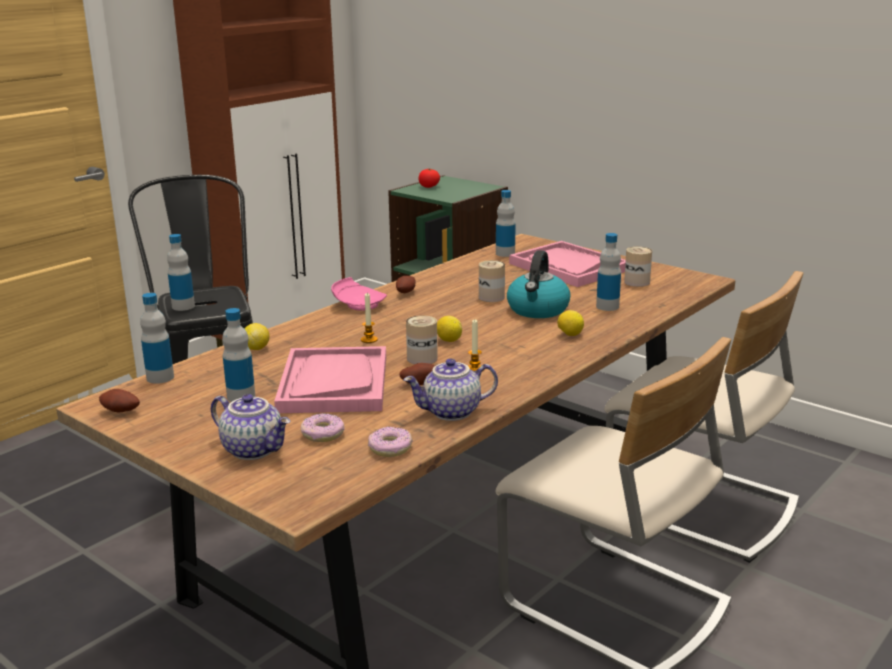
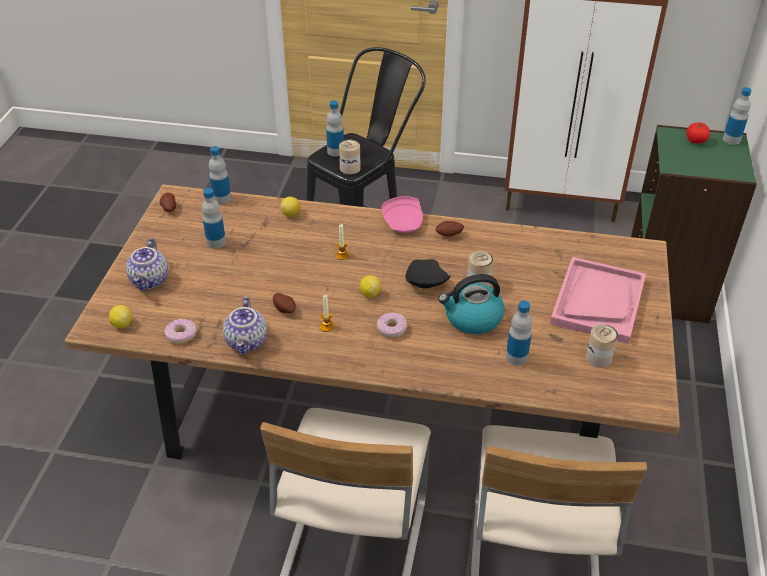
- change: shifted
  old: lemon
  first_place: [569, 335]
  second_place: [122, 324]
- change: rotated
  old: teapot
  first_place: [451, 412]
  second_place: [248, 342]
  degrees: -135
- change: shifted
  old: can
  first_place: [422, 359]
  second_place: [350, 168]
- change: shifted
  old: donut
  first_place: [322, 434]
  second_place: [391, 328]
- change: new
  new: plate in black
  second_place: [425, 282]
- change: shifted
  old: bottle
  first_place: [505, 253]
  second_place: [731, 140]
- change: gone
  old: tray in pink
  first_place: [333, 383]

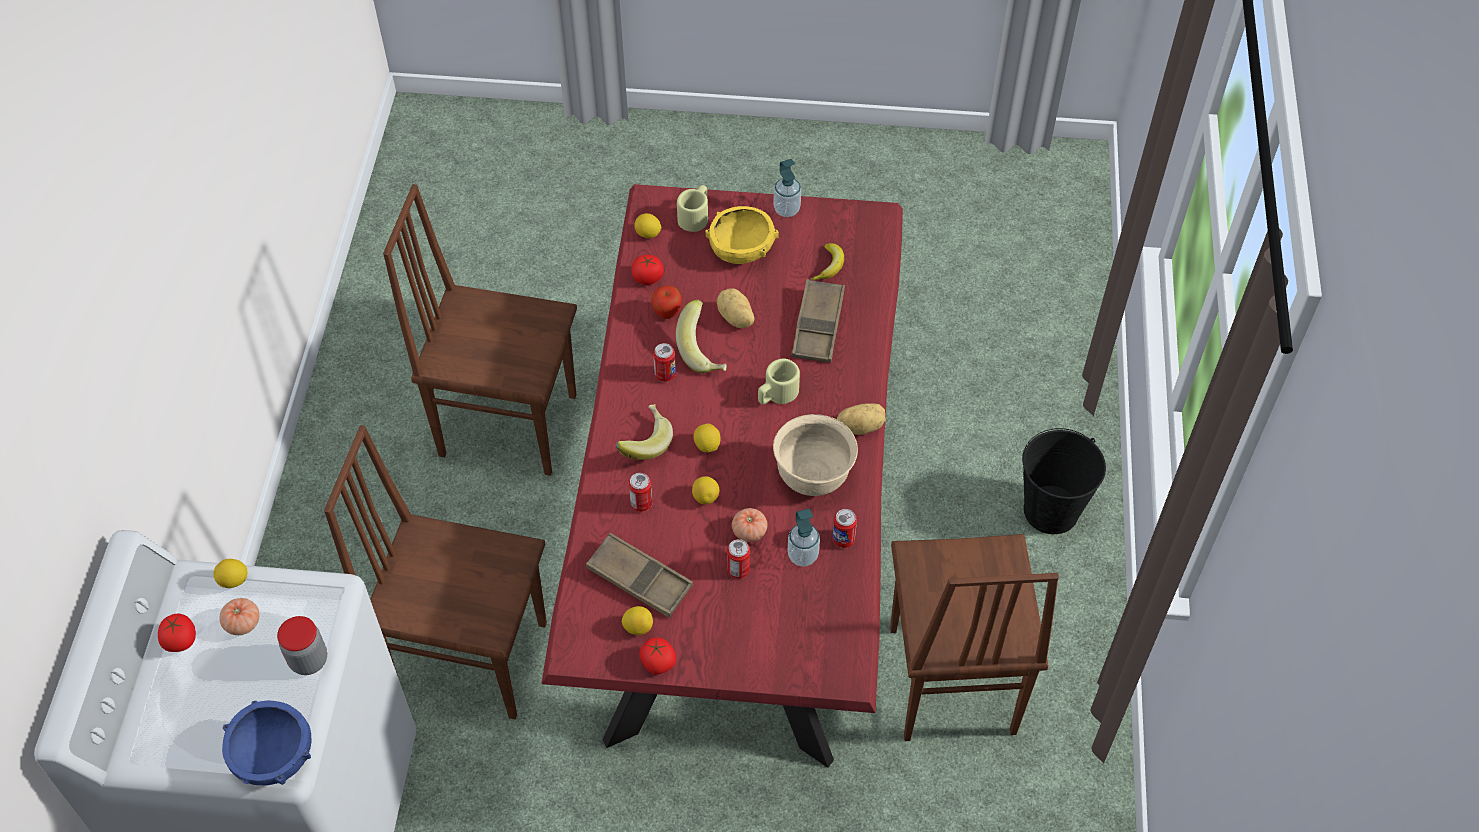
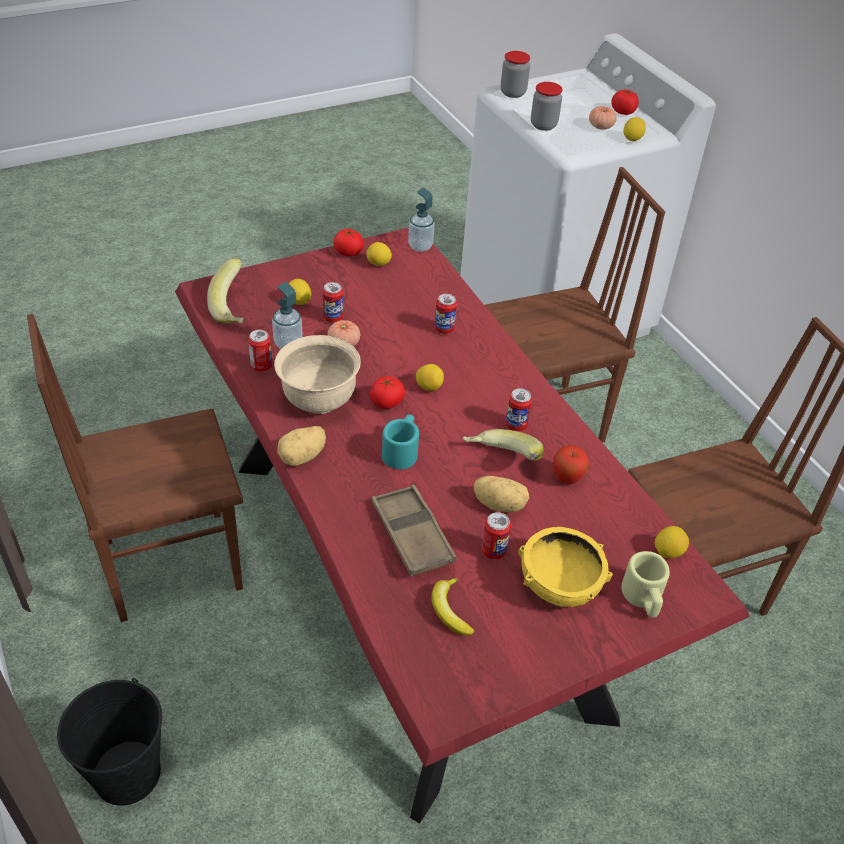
- change: rotated
  old: chair in brown
  first_place: [949, 681]
  second_place: [170, 563]
  degrees: -75
- change: shifted
  old: banana
  first_place: [643, 442]
  second_place: [235, 309]
- change: shifted
  old: lemon
  first_place: [705, 497]
  second_place: [299, 302]
- change: shifted
  old: tomato
  first_place: [648, 278]
  second_place: [386, 402]
- change: repainted
  old: mug in beige
  new: mug in turquoise
  first_place: [776, 394]
  second_place: [402, 451]
- change: shifted
  old: soap dispenser
  first_place: [786, 209]
  second_place: [420, 246]
- change: new
  new: can
  second_place: [493, 551]
- change: swapped
  old: bowl in blue
  new: jar
  first_place: [273, 755]
  second_place: [513, 93]
- change: gone
  old: tray in brown
  first_place: [639, 579]

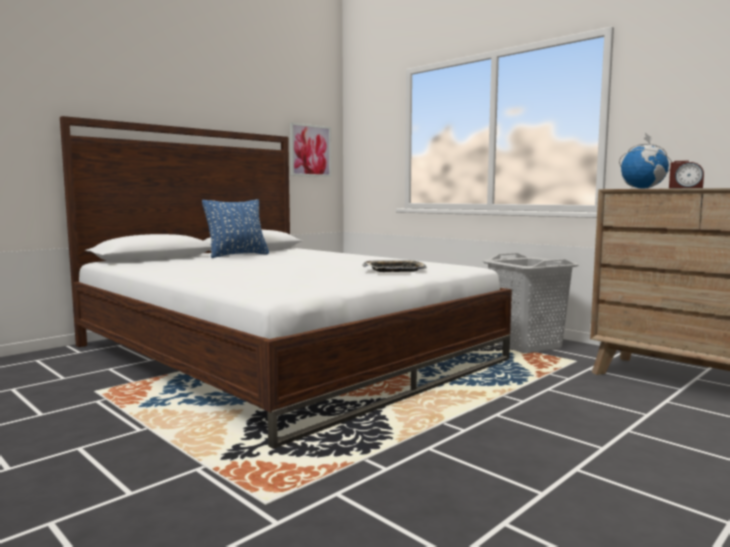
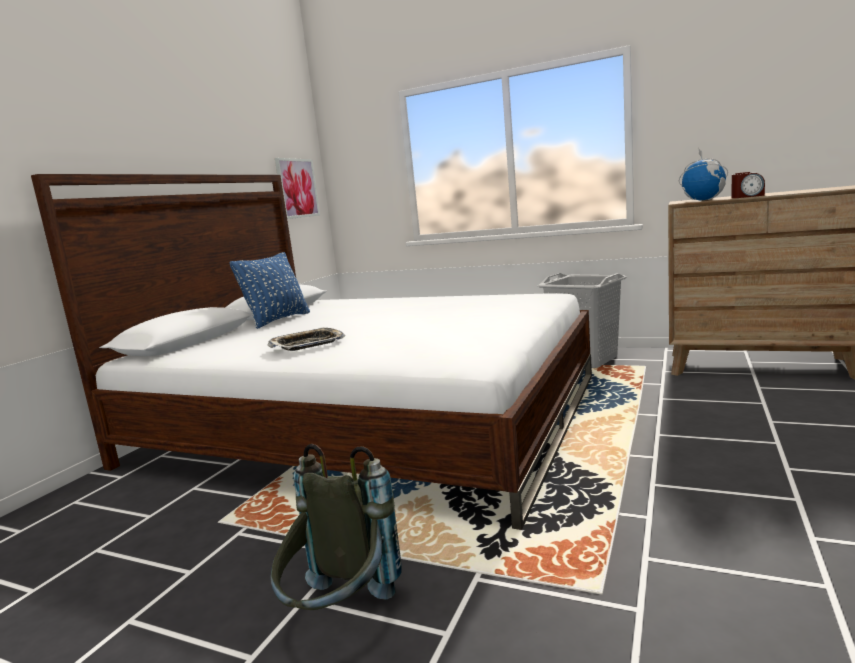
- change: shifted
  old: tray
  first_place: [394, 270]
  second_place: [307, 344]
- change: new
  new: backpack in grey
  second_place: [340, 614]

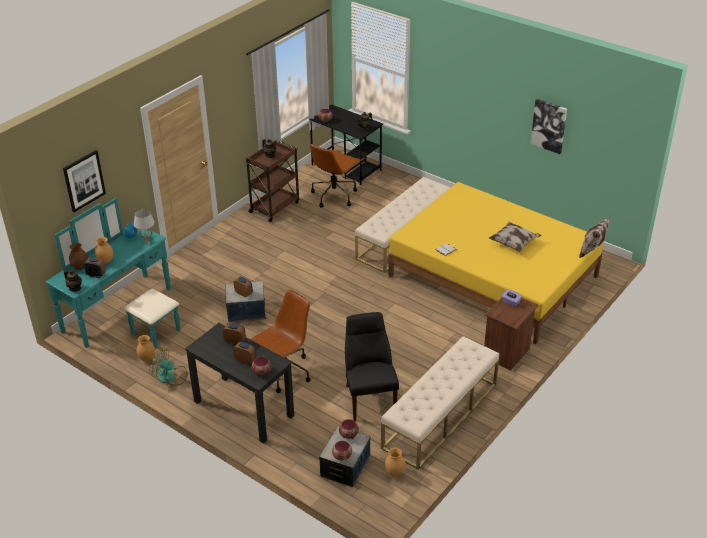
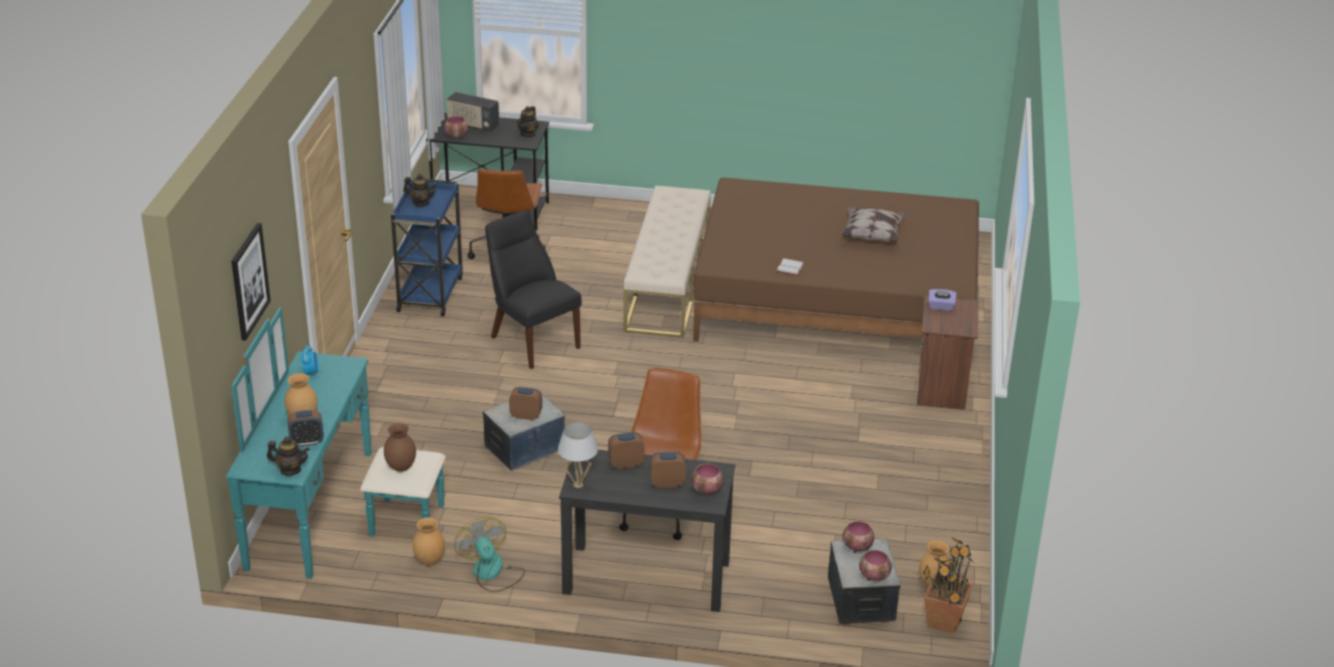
- change: shifted
  old: vase in brown
  first_place: [80, 267]
  second_place: [400, 468]
- change: repainted
  old: cart in brown
  new: cart in blue
  first_place: [275, 207]
  second_place: [430, 293]
- change: new
  new: radio
  second_place: [473, 125]
- change: rotated
  old: fan
  first_place: [170, 377]
  second_place: [492, 573]
  degrees: 75
- change: shifted
  old: chair in black
  first_place: [369, 397]
  second_place: [532, 341]
- change: shifted
  old: table lamp in white
  first_place: [147, 242]
  second_place: [578, 485]
- change: repainted
  old: bed in yellow
  new: bed in brown
  first_place: [493, 276]
  second_place: [836, 300]
- change: new
  new: potted plant
  second_place: [943, 621]
- change: gone
  old: bench in beige
  first_place: [440, 416]
- change: gone
  old: picture
  first_place: [549, 126]
- change: gone
  old: pillow
  first_place: [592, 250]

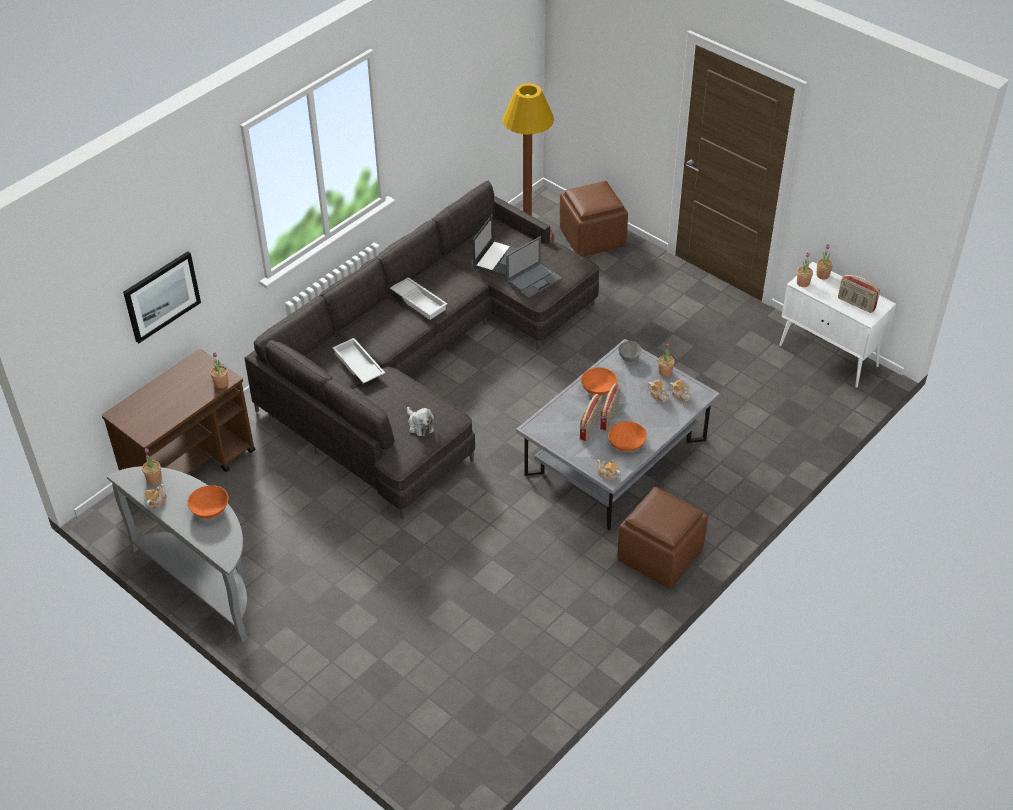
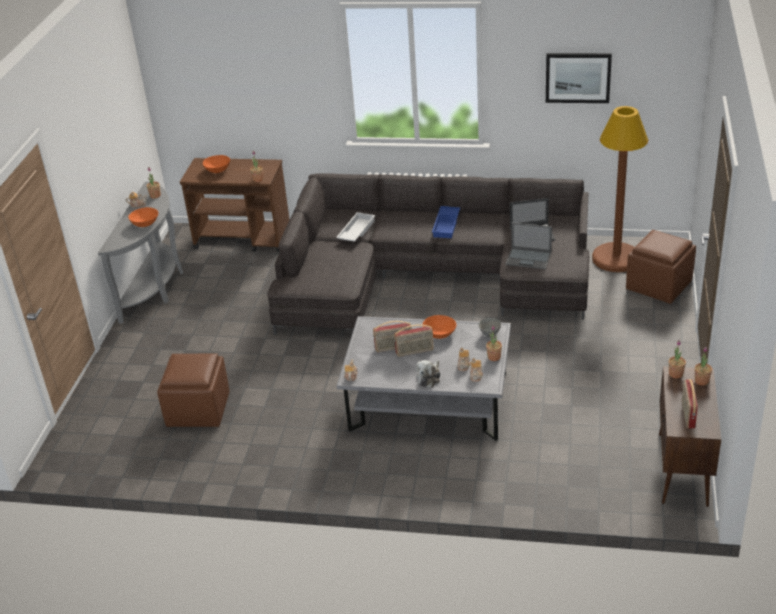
- change: shifted
  old: ottoman in brown
  first_place: [659, 556]
  second_place: [198, 409]
- change: shifted
  old: bowl in orange
  first_place: [627, 443]
  second_place: [218, 170]
- change: shifted
  old: plush toy
  first_place: [419, 425]
  second_place: [429, 378]
- change: repainted
  old: tray in white
  new: tray in blue
  first_place: [419, 301]
  second_place: [447, 225]
- change: shifted
  old: picture
  first_place: [161, 296]
  second_place: [578, 77]
- change: repainted
  old: cabinet in white
  new: cabinet in brown
  first_place: [829, 356]
  second_place: [683, 470]

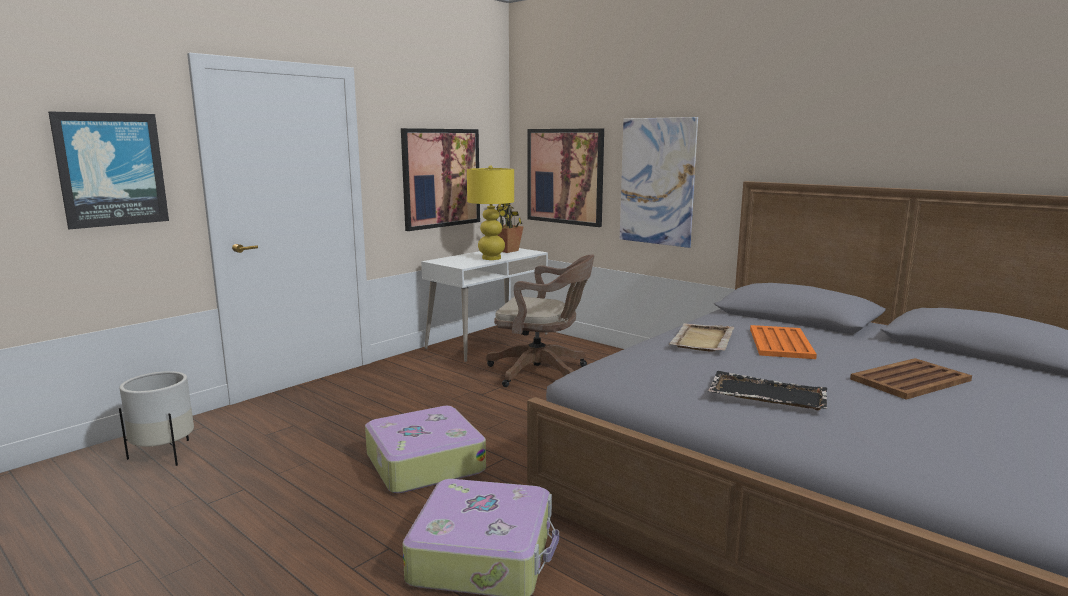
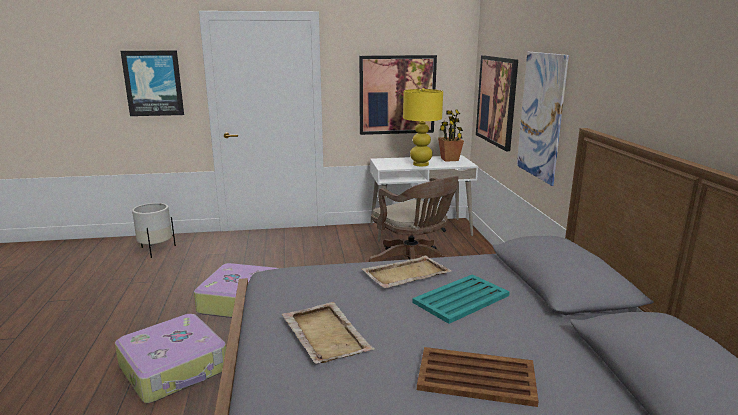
- change: repainted
  old: tray in black
  new: tray in beige
  first_place: [766, 394]
  second_place: [325, 334]
- change: repainted
  old: tray in orange
  new: tray in turquoise
  first_place: [780, 343]
  second_place: [460, 299]

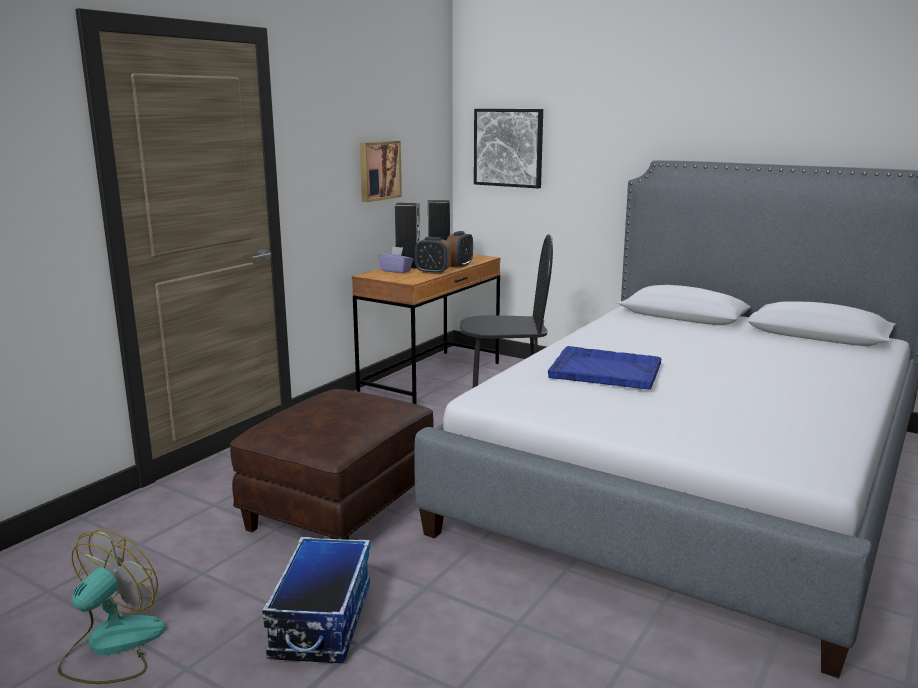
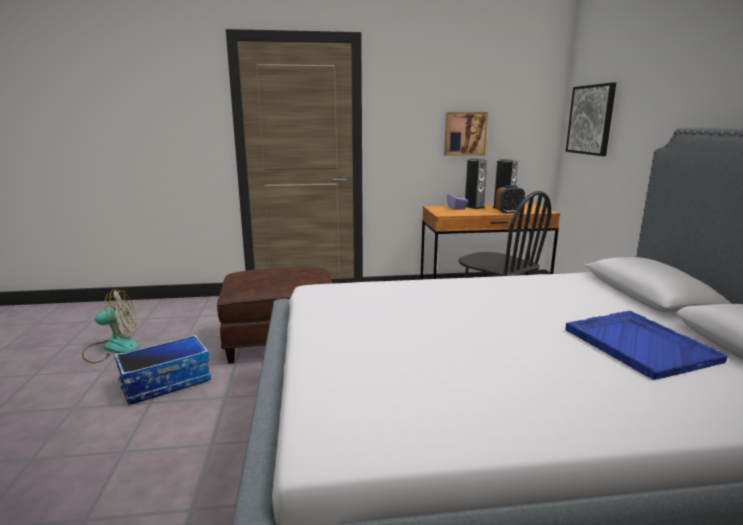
- change: shifted
  old: tray in blue
  first_place: [604, 370]
  second_place: [638, 344]
- change: gone
  old: alarm clock
  first_place: [433, 272]

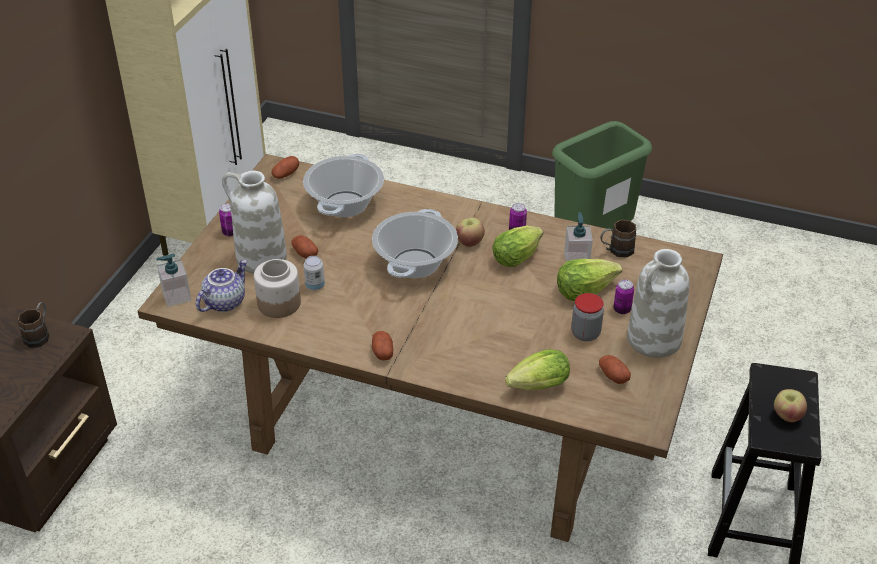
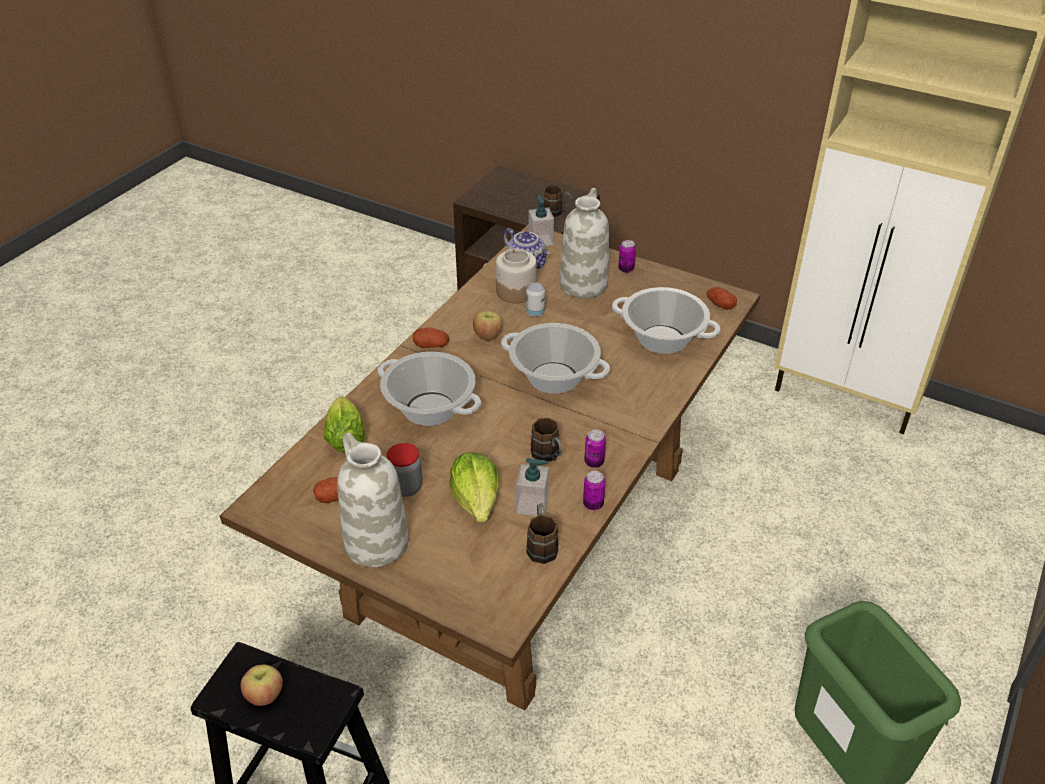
- change: new
  new: cooking pot
  second_place: [429, 409]
- change: shifted
  old: apple
  first_place: [469, 242]
  second_place: [488, 336]
- change: swapped
  old: lettuce
  new: mug in brown
  first_place: [518, 256]
  second_place: [548, 456]
- change: shifted
  old: can
  first_place: [622, 309]
  second_place: [593, 504]
- change: gone
  old: potato
  first_place: [305, 253]

